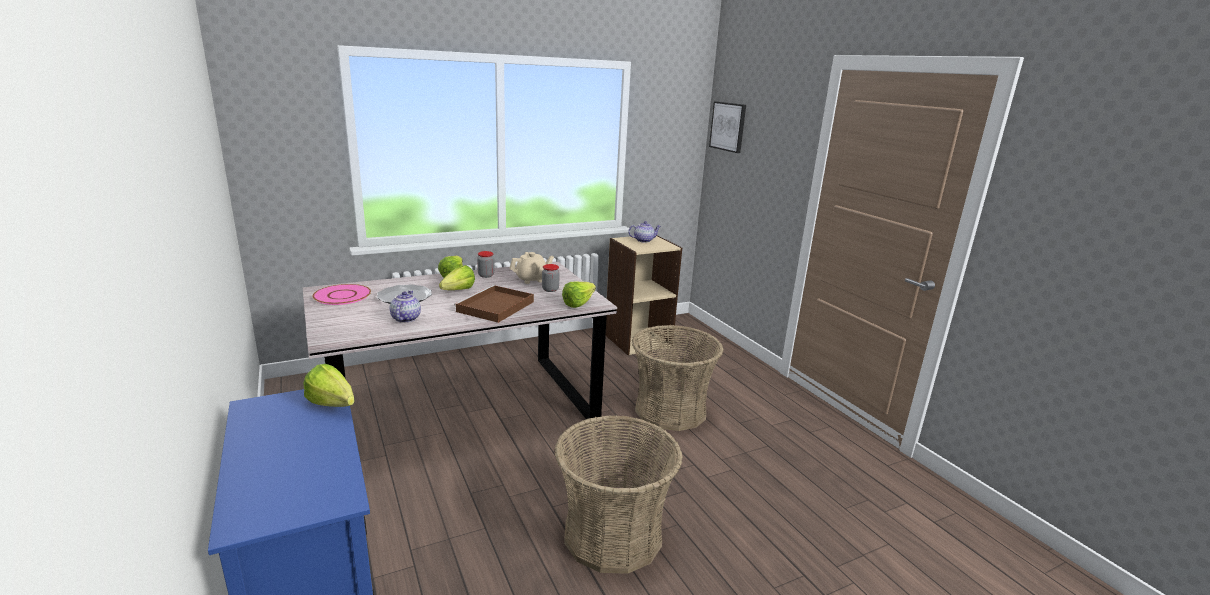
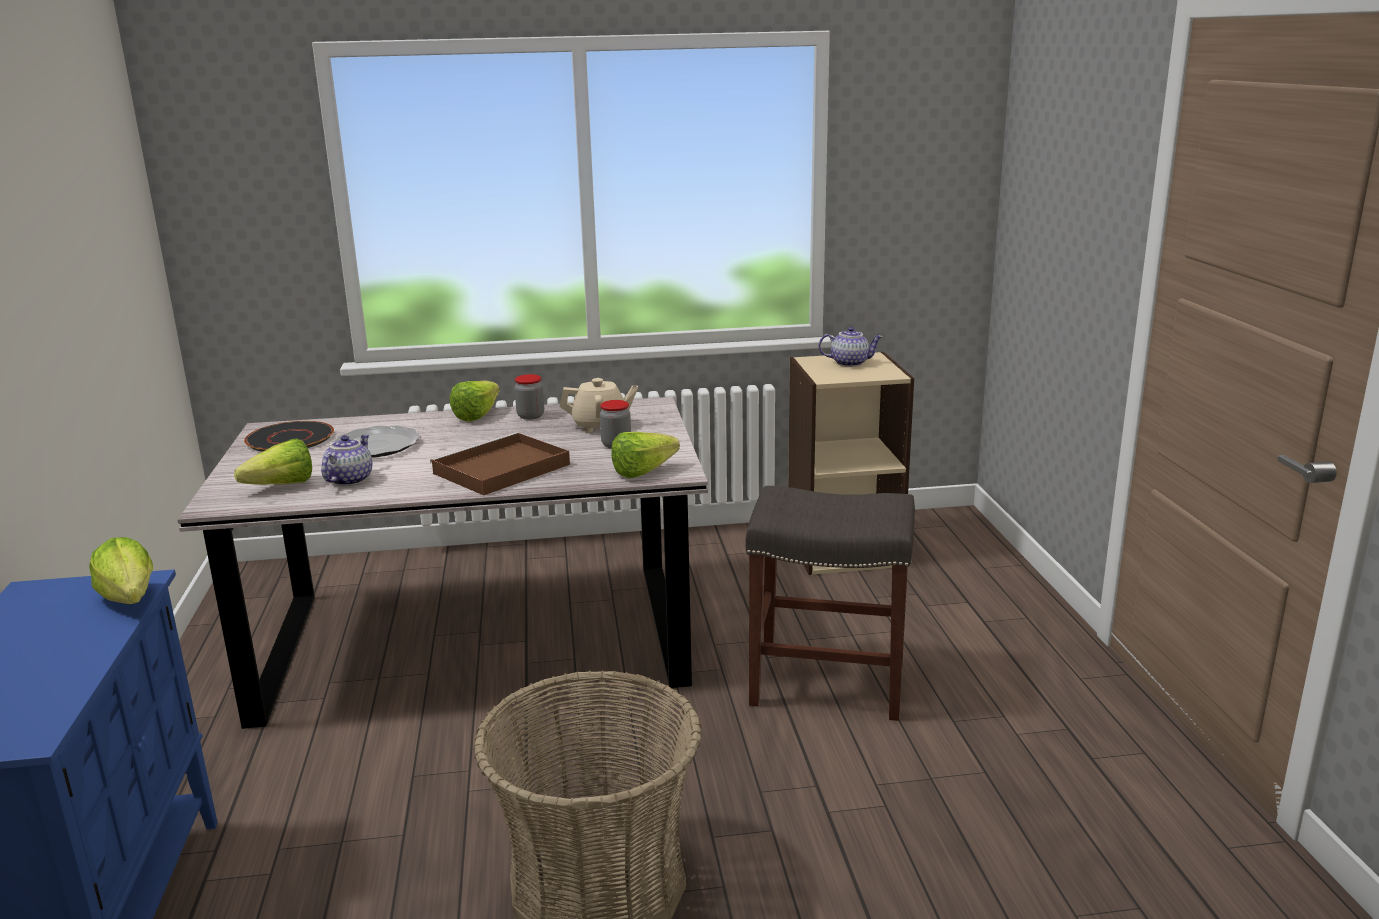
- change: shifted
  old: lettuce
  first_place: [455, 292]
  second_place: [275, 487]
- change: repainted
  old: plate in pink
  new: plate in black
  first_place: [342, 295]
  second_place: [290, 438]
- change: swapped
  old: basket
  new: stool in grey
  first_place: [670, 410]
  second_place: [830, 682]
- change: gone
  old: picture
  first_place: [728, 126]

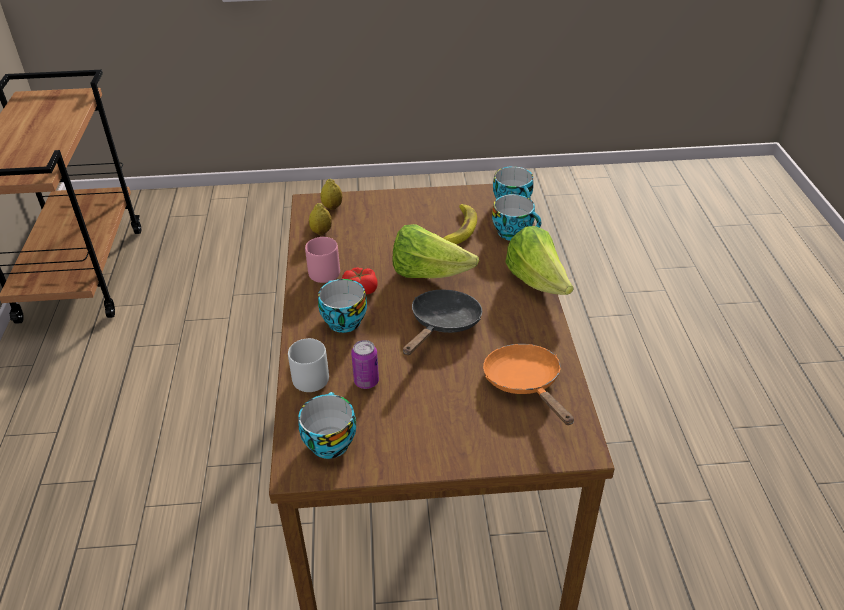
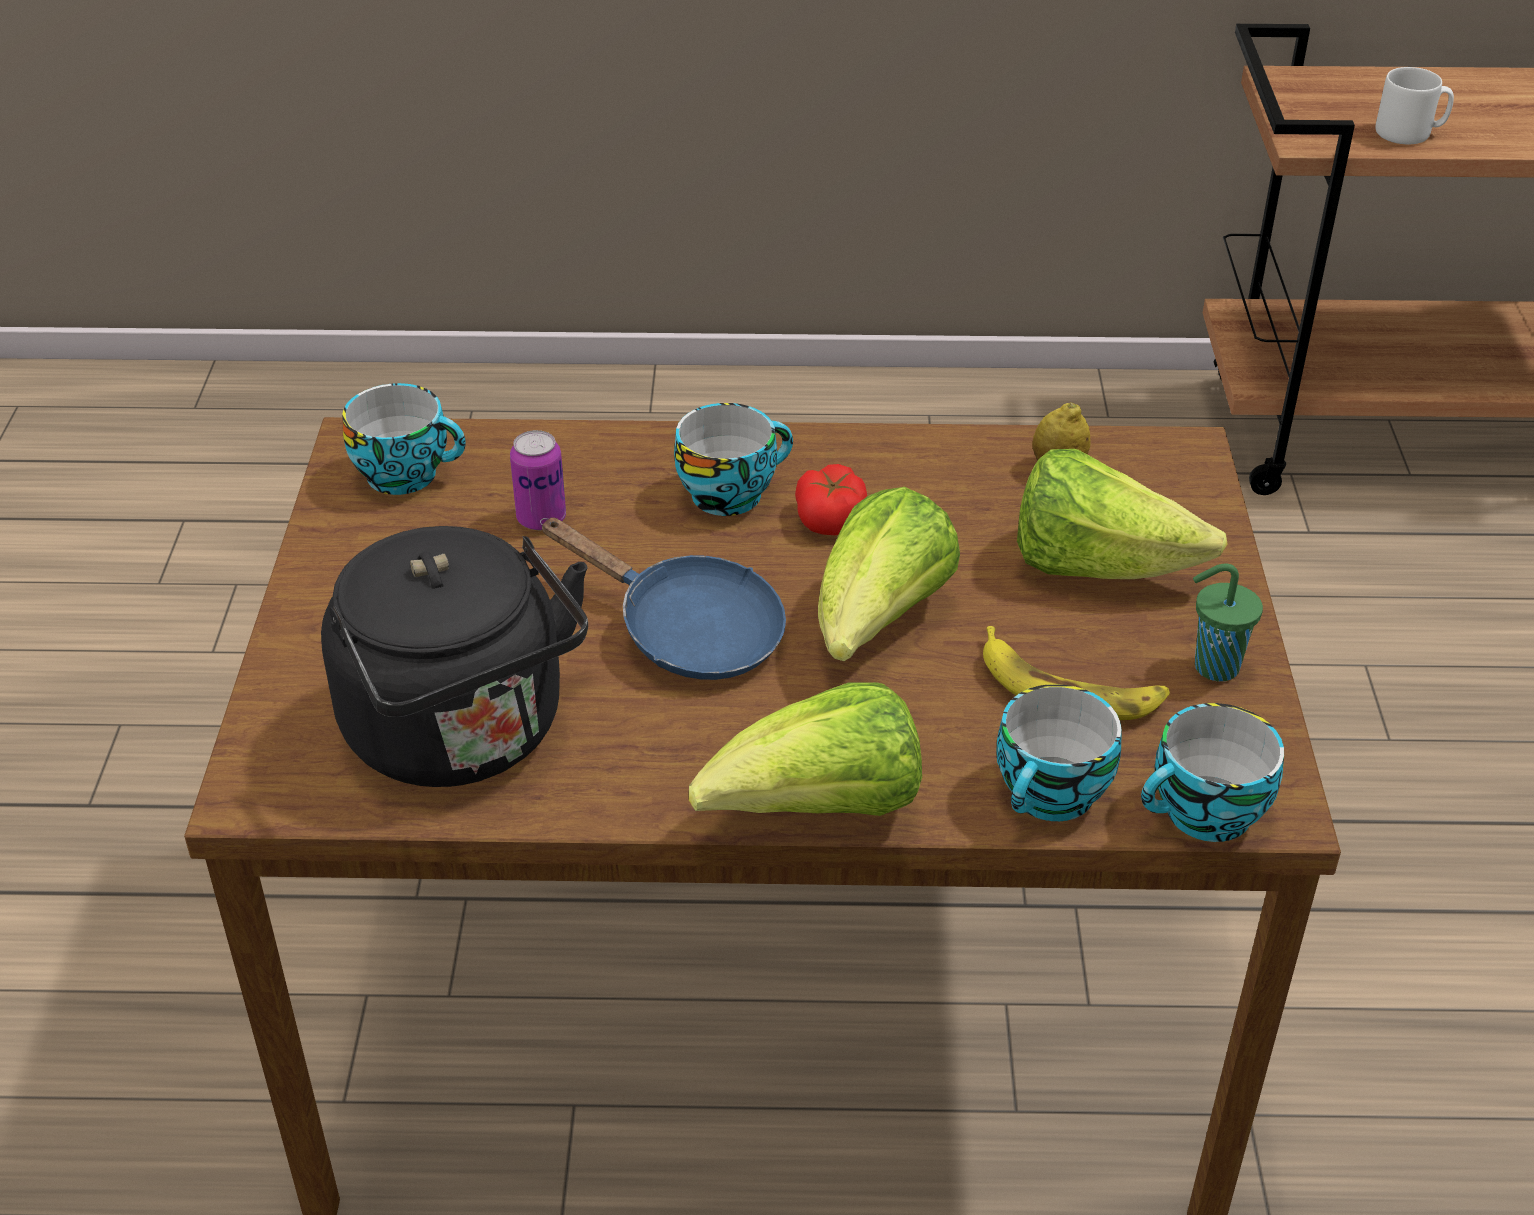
- change: swapped
  old: frying pan in orange
  new: kettle in black
  first_place: [525, 383]
  second_place: [464, 736]
- change: repainted
  old: frying pan in black
  new: frying pan in blue
  first_place: [443, 324]
  second_place: [687, 631]
- change: new
  new: lettuce
  second_place: [1097, 567]
- change: new
  new: cup in green
  second_place: [1213, 667]
- change: shifted
  old: mug in grey
  first_place: [311, 376]
  second_place: [1409, 133]
- change: gone
  old: mug in pink
  first_place: [322, 271]
- change: gone
  old: lemon
  first_place: [332, 207]

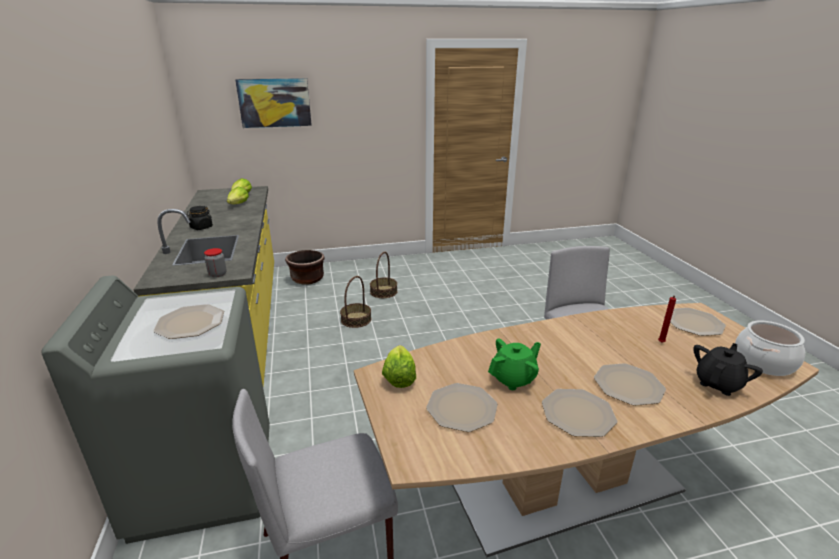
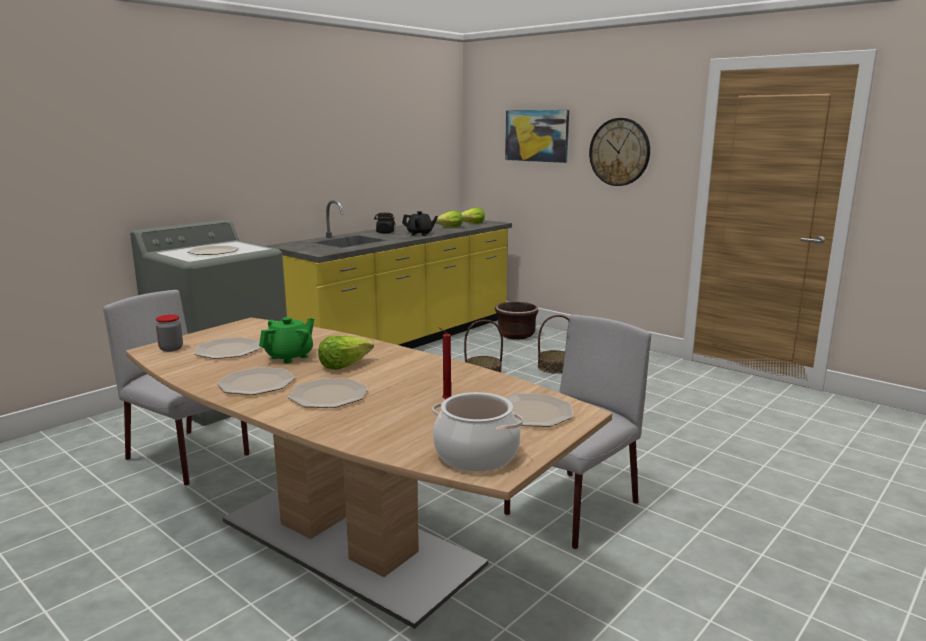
- change: shifted
  old: jar
  first_place: [217, 274]
  second_place: [171, 349]
- change: rotated
  old: teapot in green
  first_place: [513, 379]
  second_place: [290, 357]
  degrees: -75
- change: shifted
  old: lettuce
  first_place: [399, 377]
  second_place: [344, 365]
- change: shifted
  old: teapot in black
  first_place: [718, 383]
  second_place: [420, 234]
- change: new
  new: wall clock
  second_place: [619, 152]

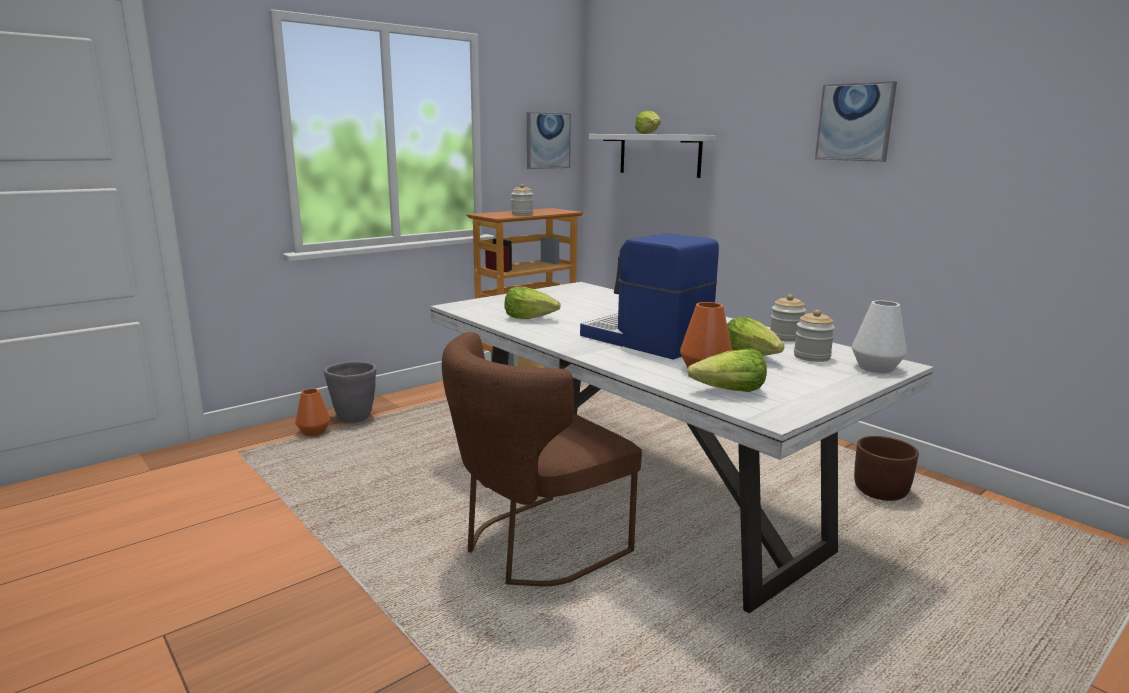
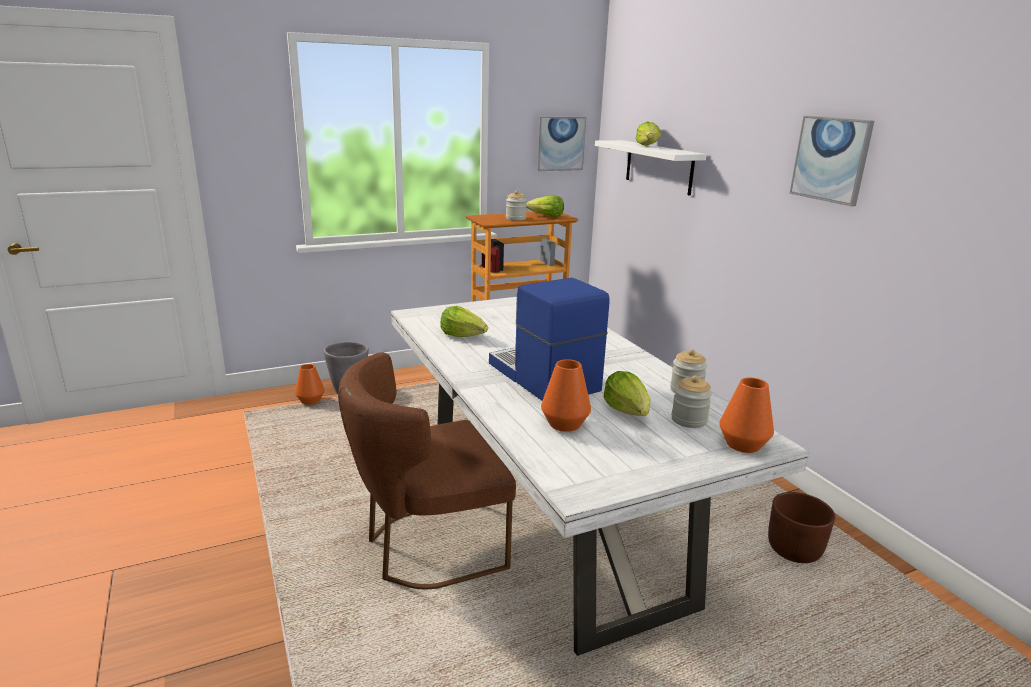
- change: shifted
  old: lettuce
  first_place: [729, 391]
  second_place: [546, 216]
- change: repainted
  old: vase in white
  new: vase in orange
  first_place: [875, 368]
  second_place: [743, 444]

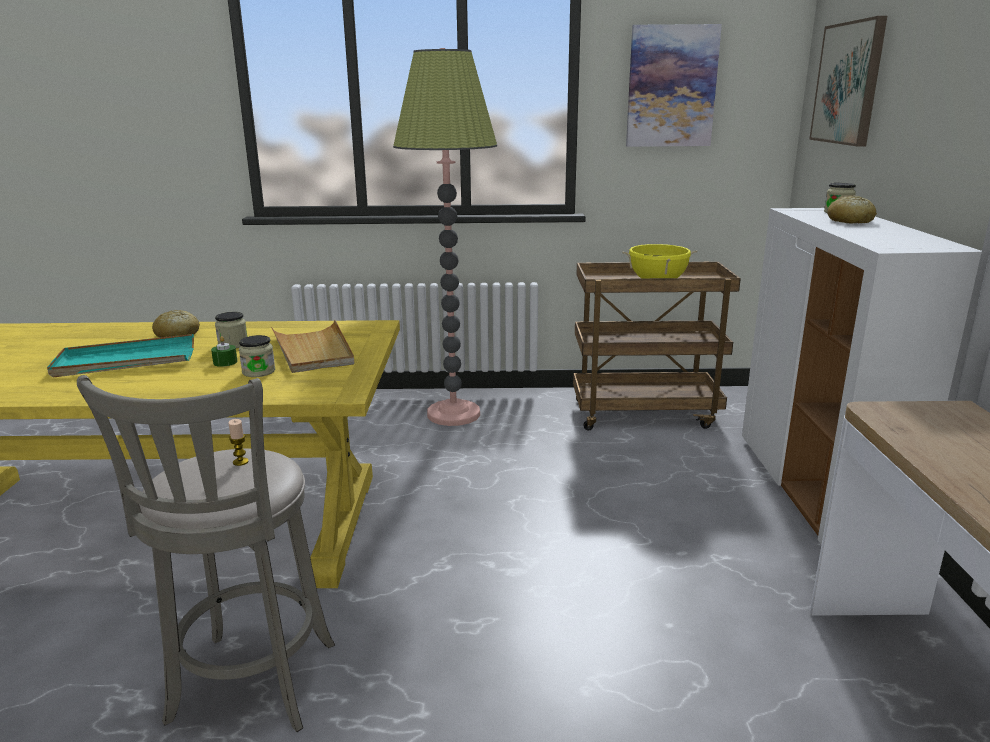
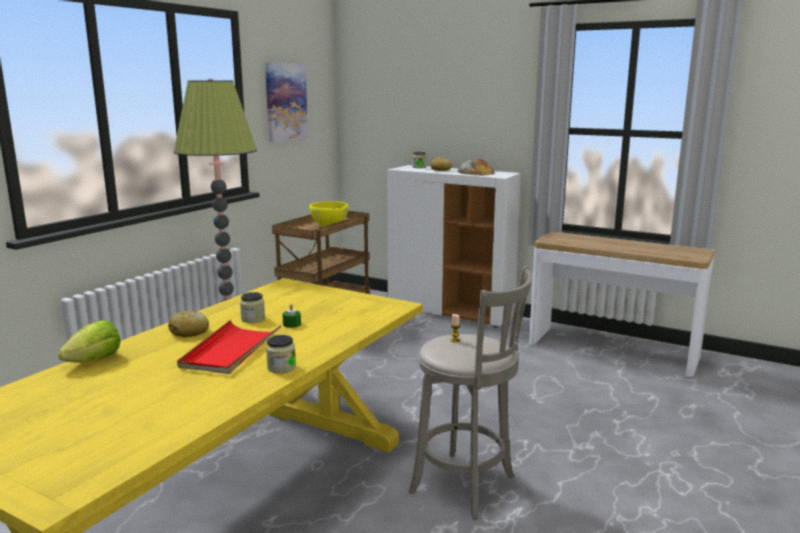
- change: new
  new: lettuce
  second_place: [95, 360]
- change: repainted
  old: tray in turquoise
  new: tray in red
  first_place: [125, 361]
  second_place: [230, 350]
- change: shifted
  old: jar
  first_place: [258, 372]
  second_place: [281, 367]
- change: new
  new: bread
  second_place: [475, 172]
- change: gone
  old: tray in beige
  first_place: [313, 350]
- change: gone
  old: picture
  first_place: [848, 83]

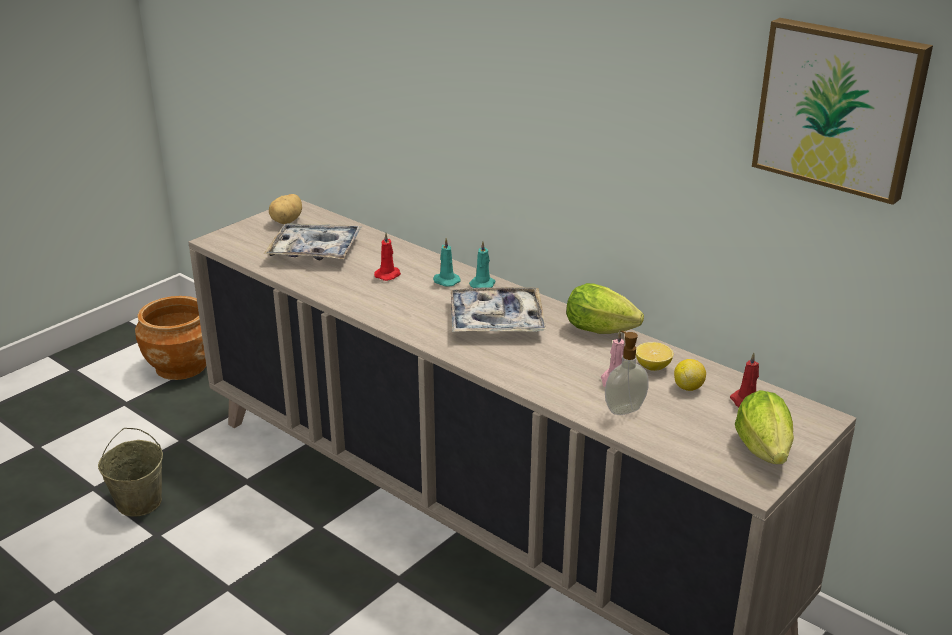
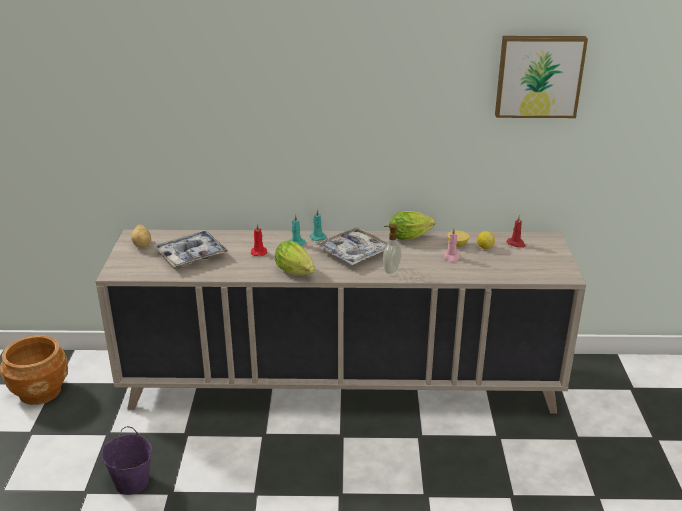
- change: repainted
  old: bucket in beige
  new: bucket in purple
  first_place: [139, 502]
  second_place: [131, 482]
- change: shifted
  old: lettuce
  first_place: [765, 454]
  second_place: [297, 273]
- change: shifted
  old: soap dispenser
  first_place: [624, 409]
  second_place: [390, 270]

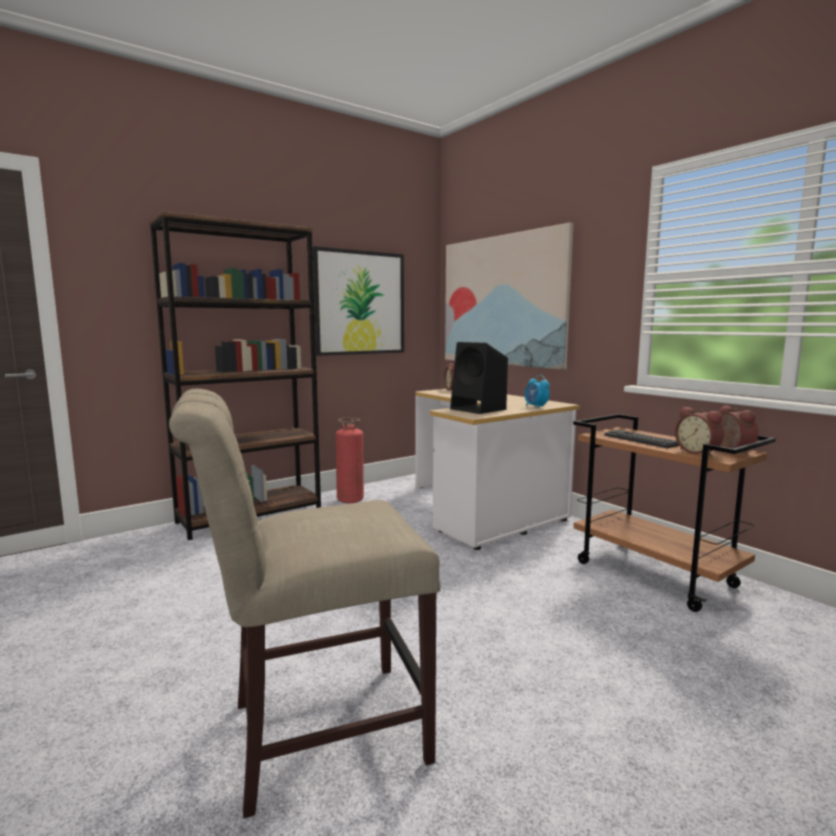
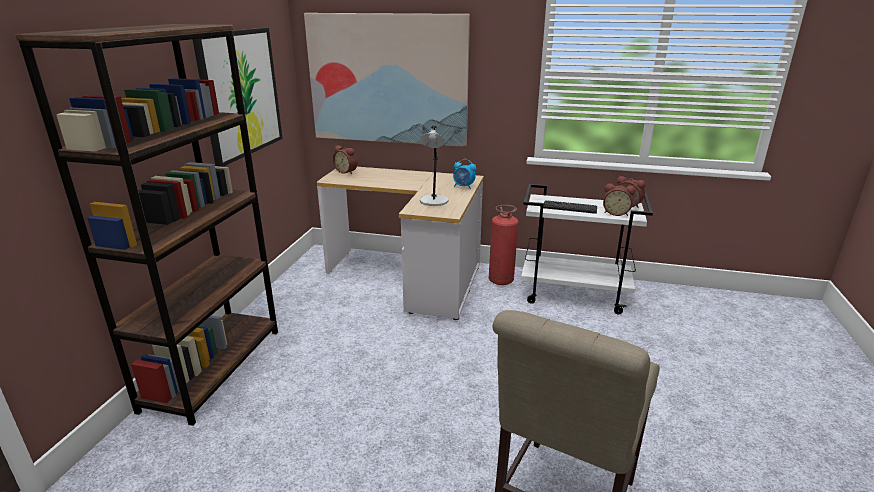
- change: swapped
  old: speaker in black
  new: table lamp in grey
  first_place: [479, 409]
  second_place: [433, 201]
- change: shifted
  old: fire extinguisher
  first_place: [350, 500]
  second_place: [501, 280]
- change: repainted
  old: cart in brown
  new: cart in white
  first_place: [656, 574]
  second_place: [575, 294]

